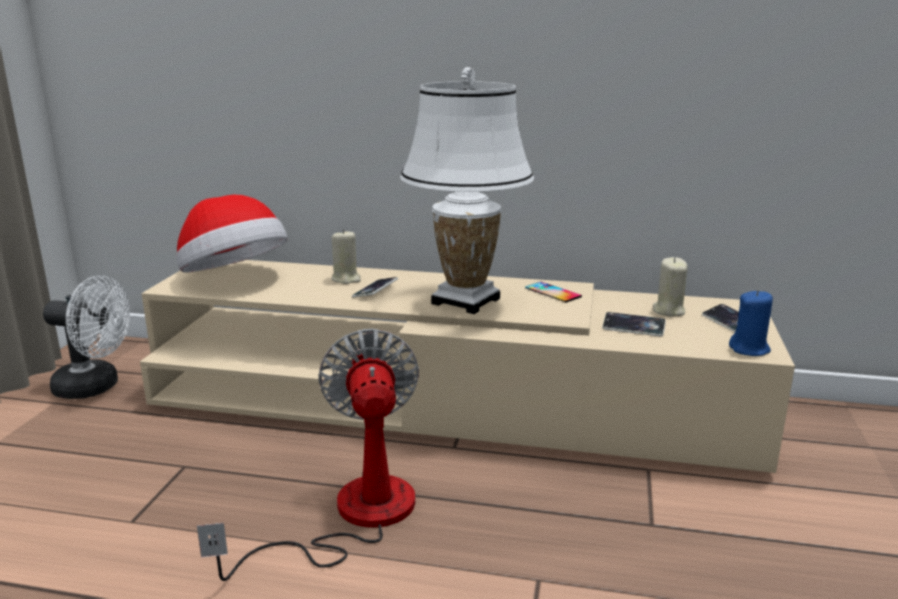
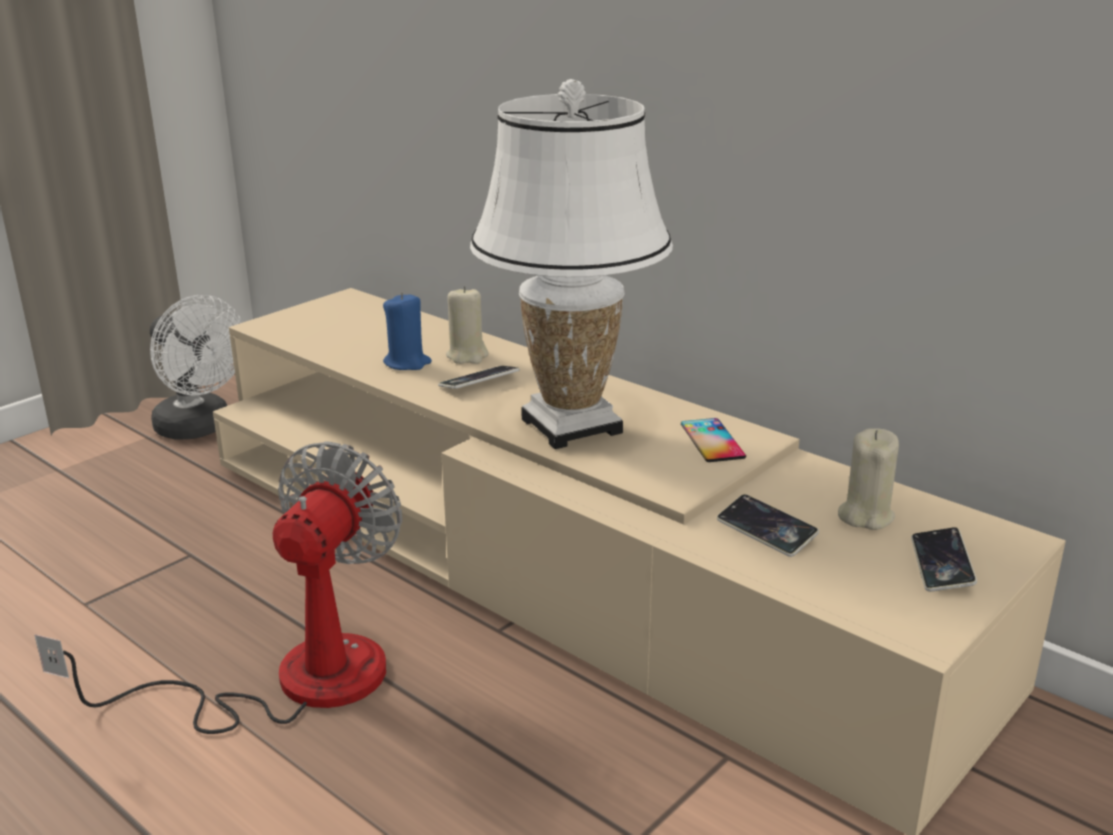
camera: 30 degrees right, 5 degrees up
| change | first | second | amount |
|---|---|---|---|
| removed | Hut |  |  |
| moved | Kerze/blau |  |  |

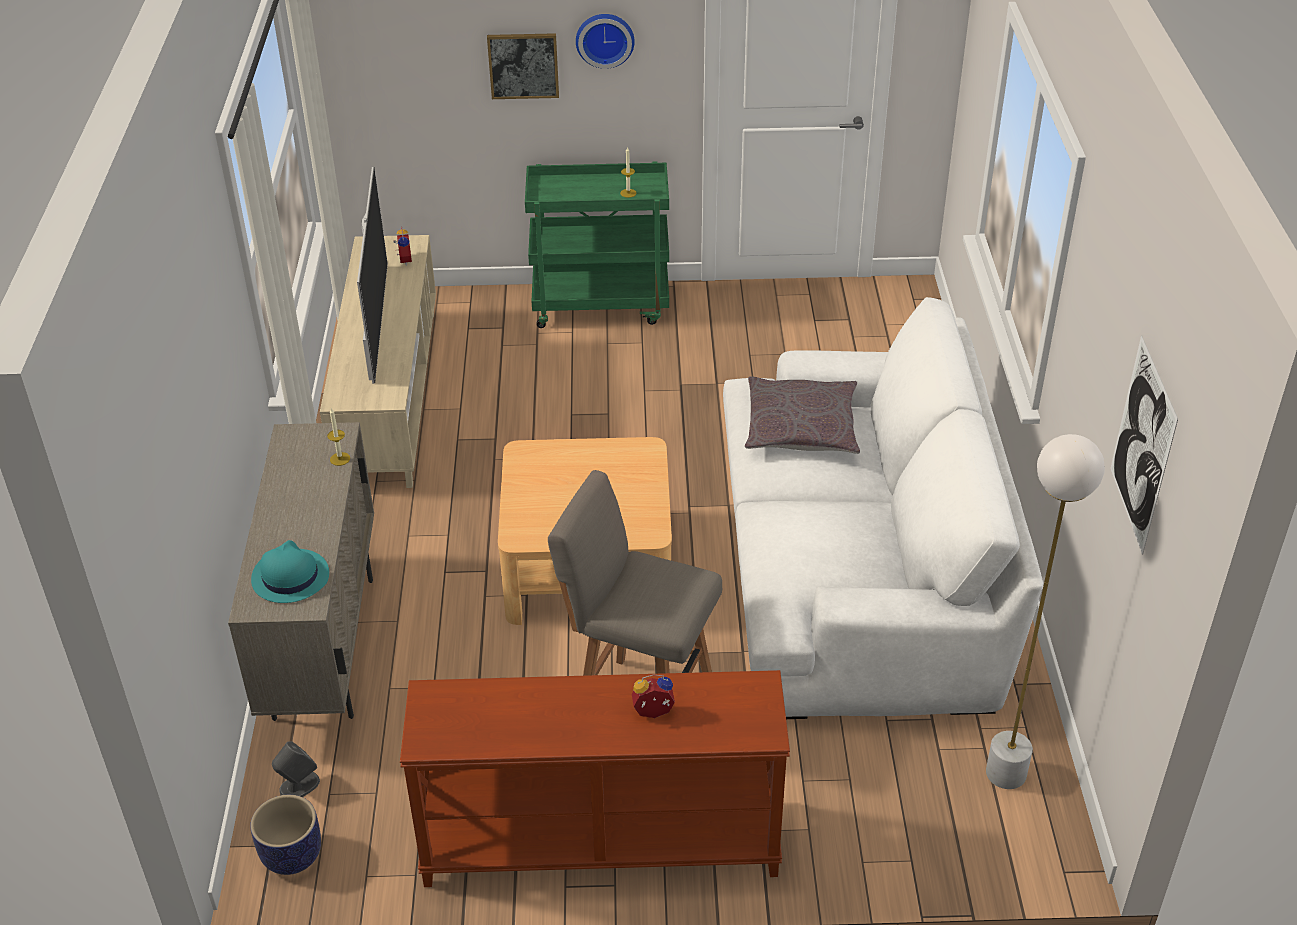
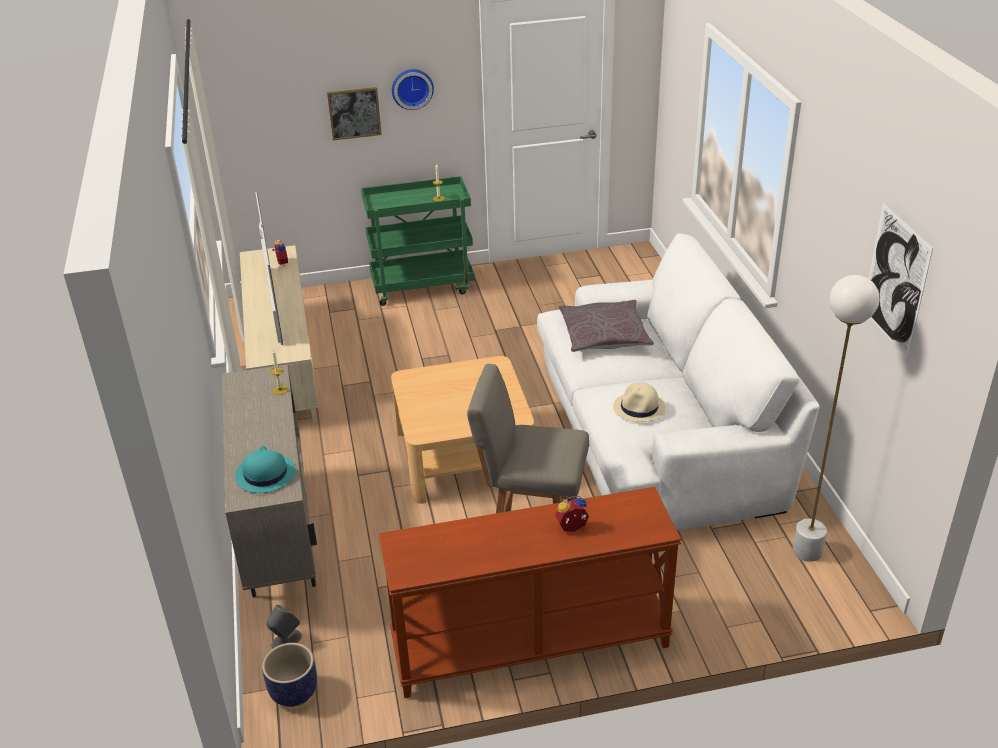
camera: 10 degrees left, 5 degrees down
| change | first | second | amount |
|---|---|---|---|
| added |  | Hut/beige |  |

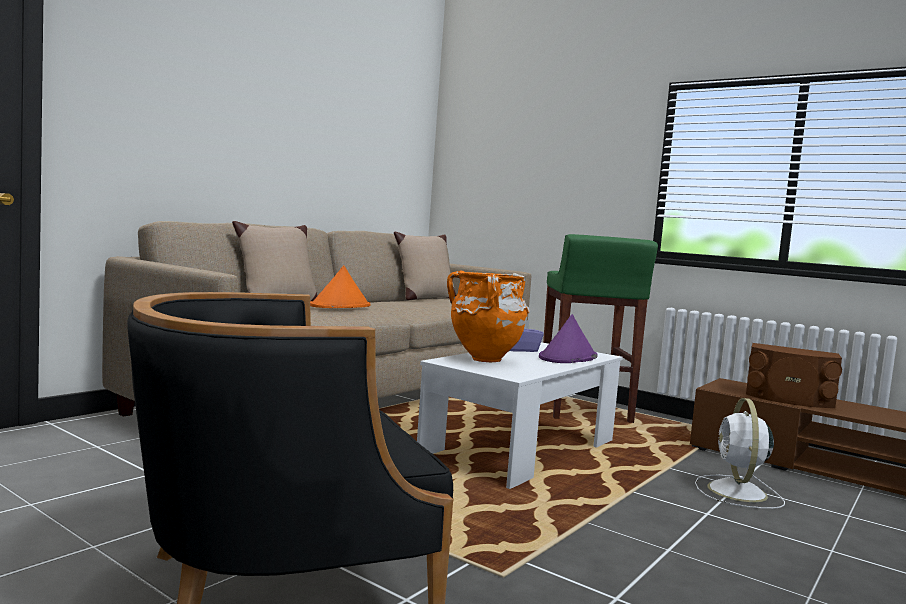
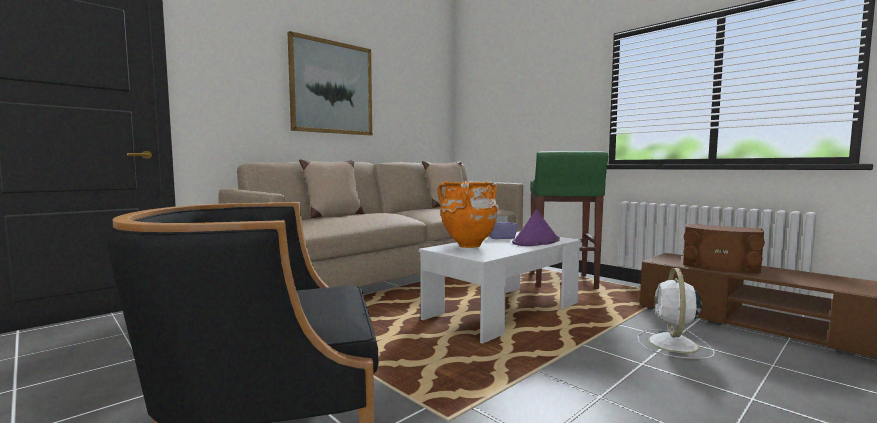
camera: 10 degrees right, 0 degrees up
| change | first | second | amount |
|---|---|---|---|
| removed | Hut/orange |  |  |
| added |  | Bild |  |

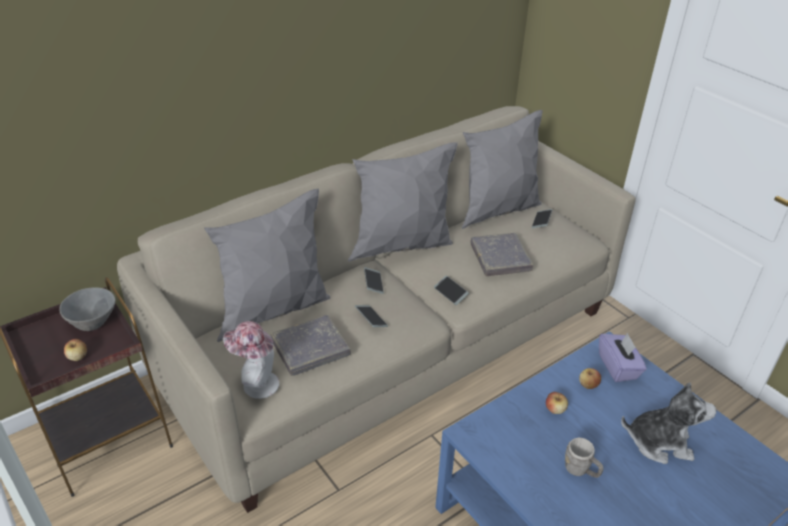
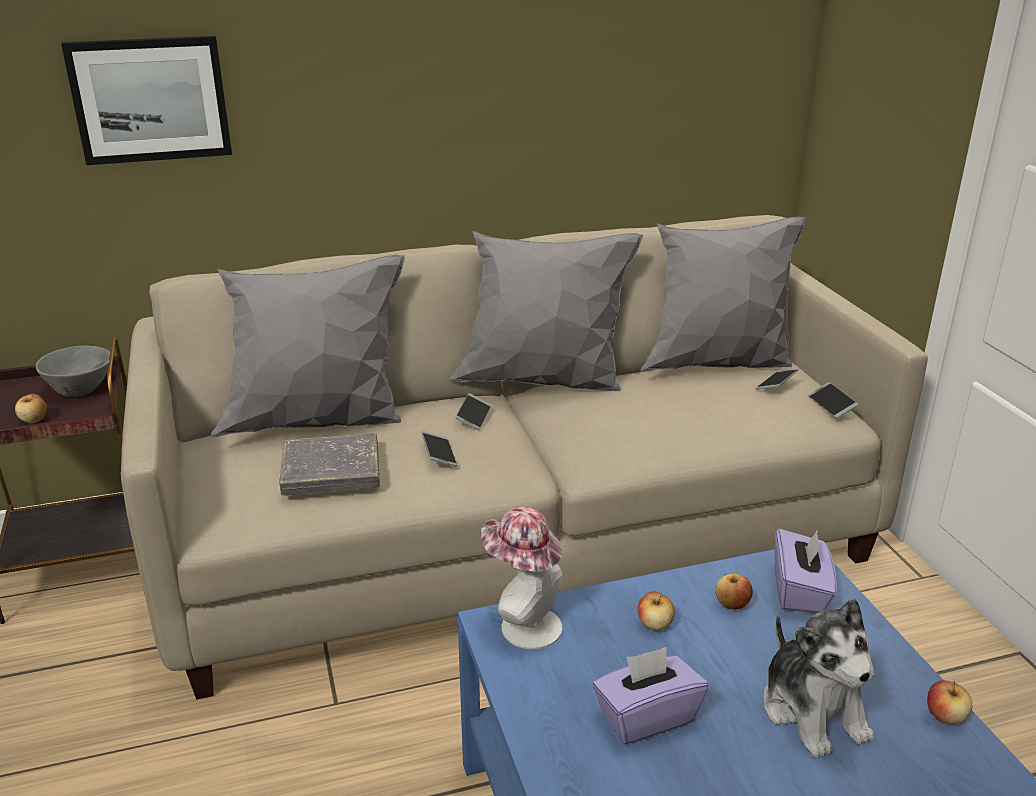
camera: 20 degrees right, 10 degrees down
| change | first | second | amount |
|---|---|---|---|
| removed | Buch/grau (2nd from left) |  |  |
| moved | Handy (3rd from left in the first image) | Handy (4th from left) |  |
| moved | Hut |  |  |
| turned | Plüschtier |  | 45 degrees clockwise |
| replaced | Henkelbecher/grau | Taschentuchbox/lila (1st from left) |  |
| added |  | Bild |  |
| added |  | Apfel (4th from left) |  |

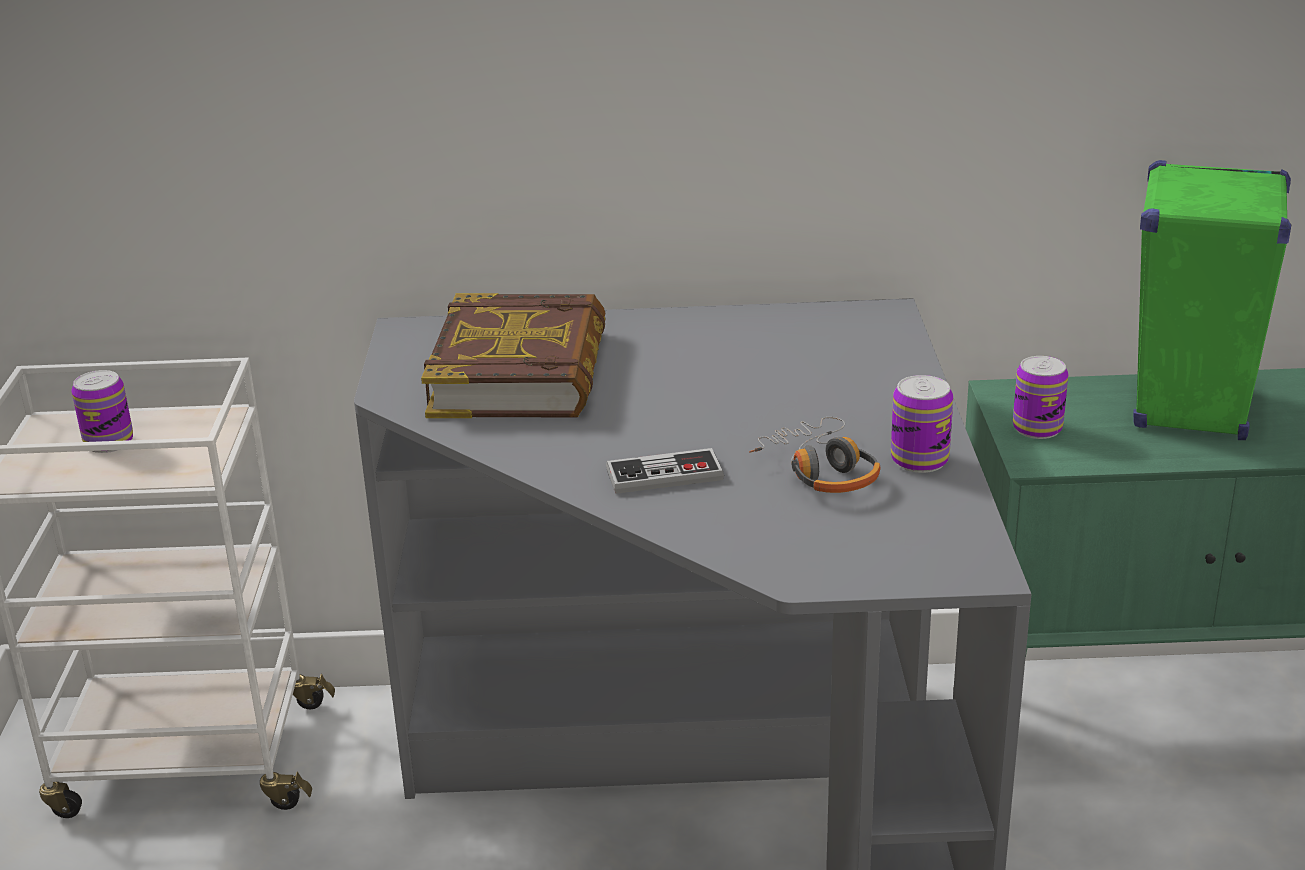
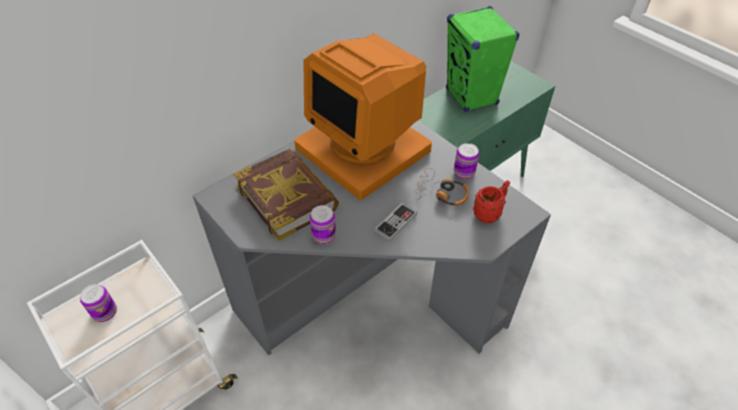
camera: 40 degrees left, 20 degrees up
| change | first | second | amount |
|---|---|---|---|
| moved | Dose (3rd from left in the first image) | Dose (2nd from left) |  |
| added |  | Monitor |  |
| added |  | Henkelbecher/rot |  |

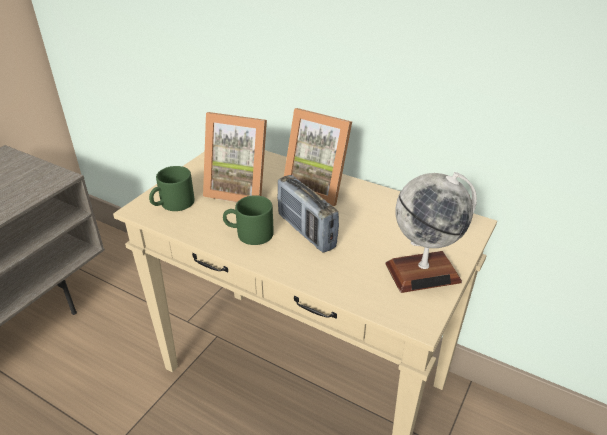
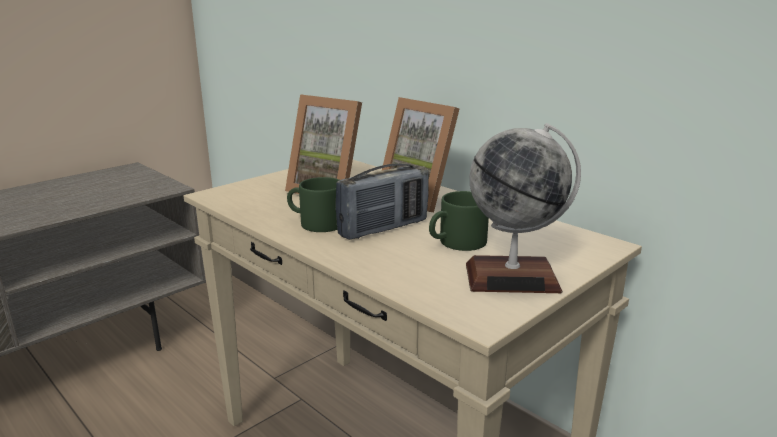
camera: 15 degrees right, 15 degrees down
| change | first | second | amount |
|---|---|---|---|
| moved | Henkelbecher/grün (1st from left in the first image) | Henkelbecher/grün (2nd from left) |  |
| turned | Radio |  | 105 degrees counterclockwise |

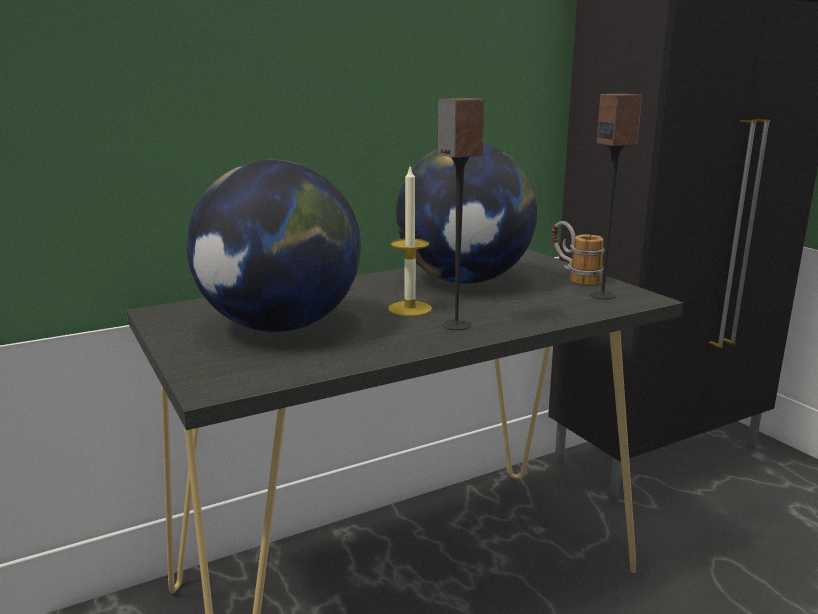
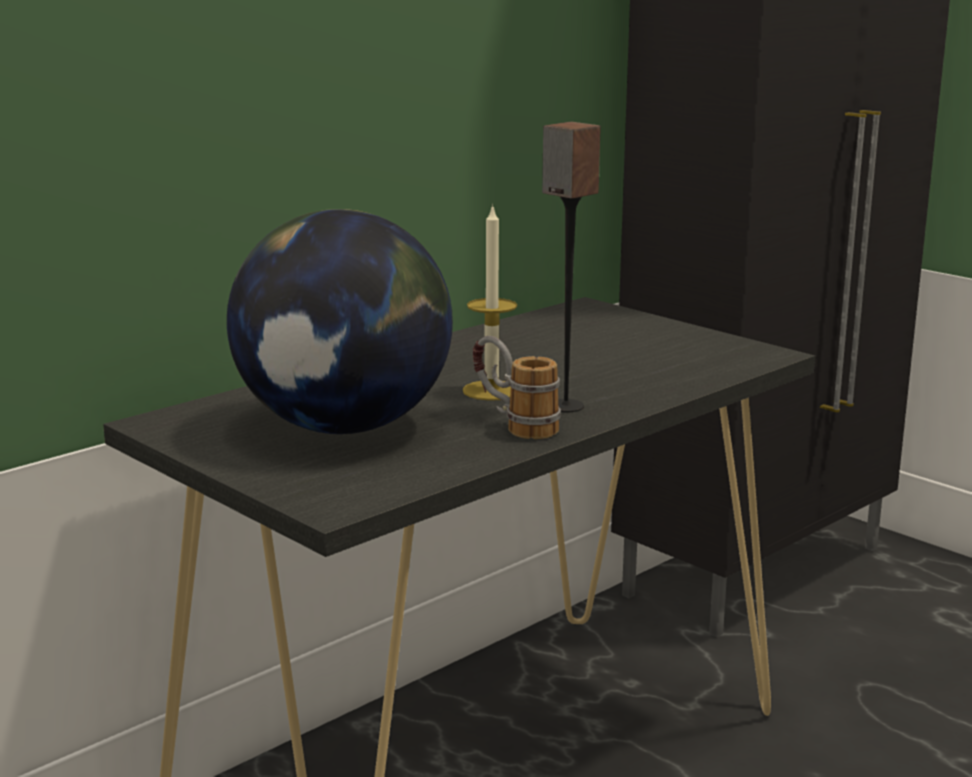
camera: 15 degrees left, 0 degrees up
| change | first | second | amount |
|---|---|---|---|
| removed | Lautsprecher (2nd from left) |  |  |
| removed | Globus (2nd from left) |  |  |
| moved | Henkelbecher |  |  |

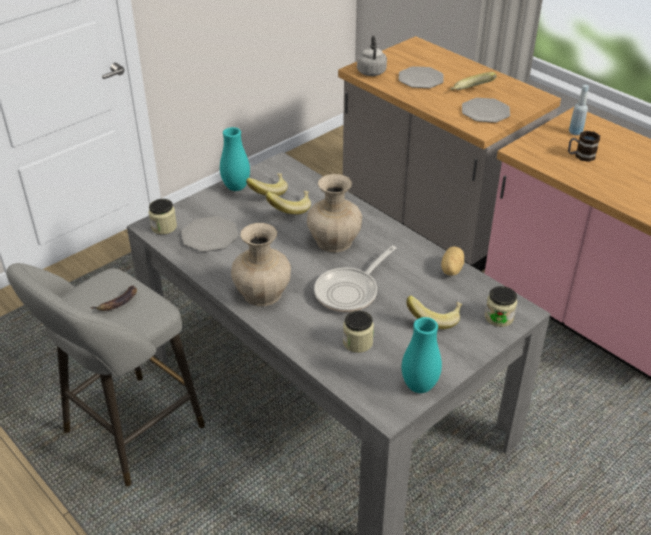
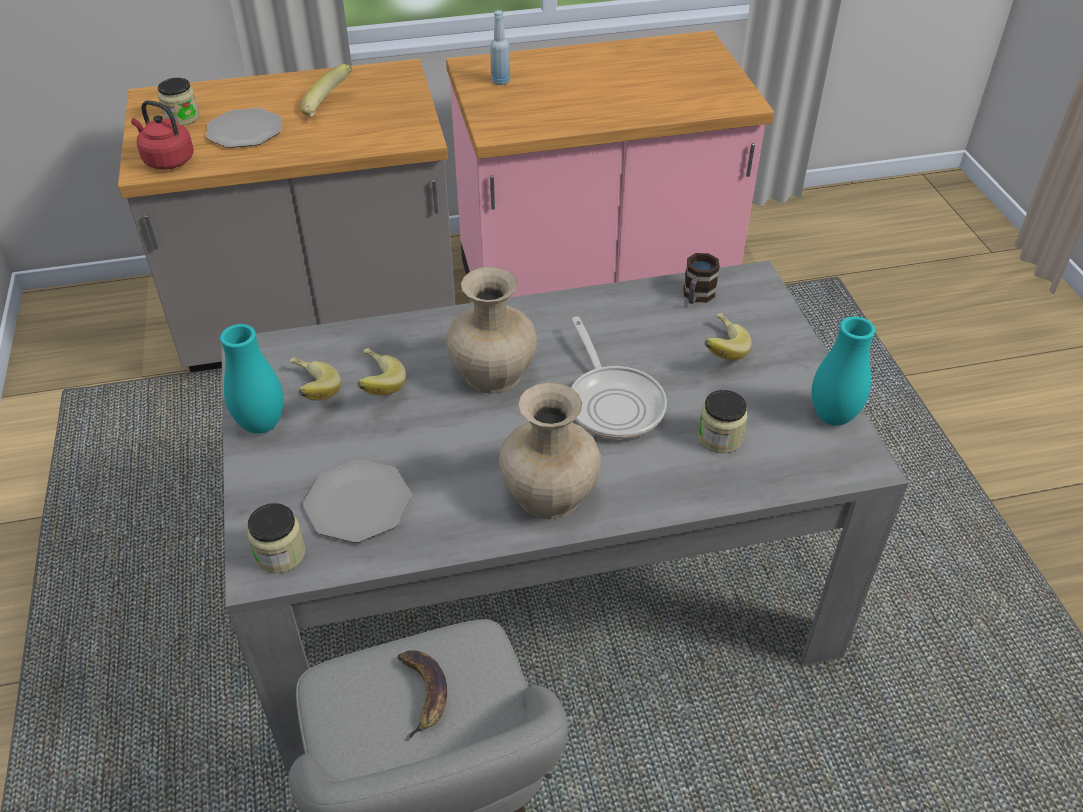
camera: 60 degrees left, 5 degrees up
| change | first | second | amount |
|---|---|---|---|
| recoloured | Wasserkessel/grau | Wasserkessel/rot |  |
| removed | Teller (3rd from left) |  |  |
| moved | Henkelbecher |  |  |
| removed | Kartoffel |  |  |
| moved | Vorratsglas (3rd from left in the first image) | Vorratsglas (1st from left) |  |

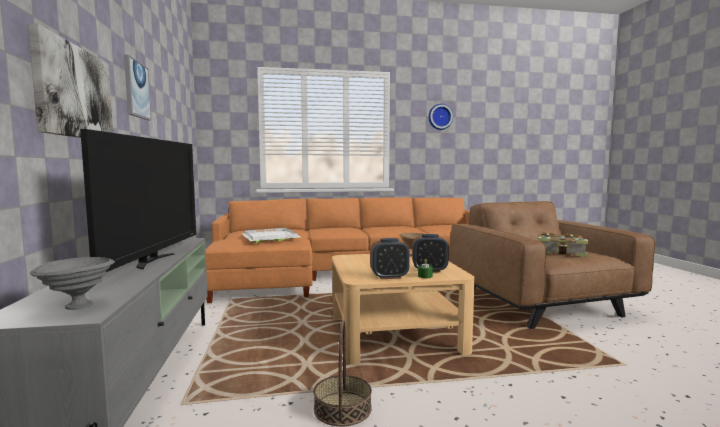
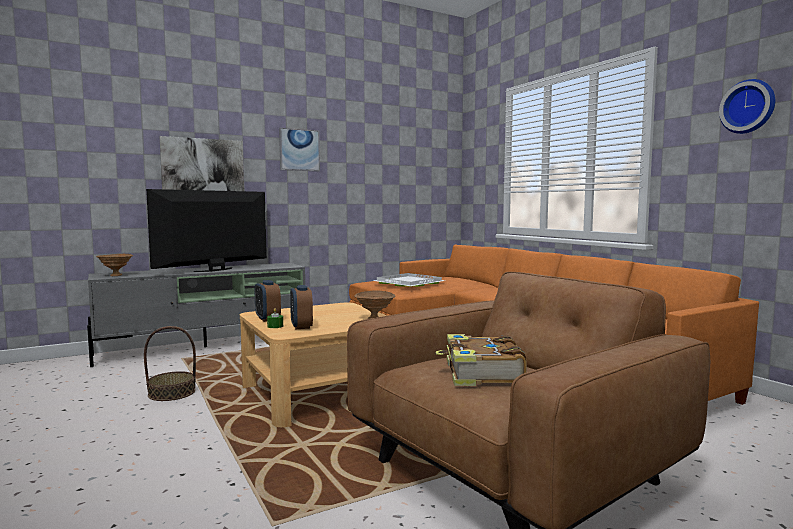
camera: 70 degrees right, 0 degrees up
| change | first | second | amount |
|---|---|---|---|
| turned | Fernseher |  | 150 degrees clockwise |
| recoloured | Schüssel/grau | Schüssel/braun (1st from left) |  |

